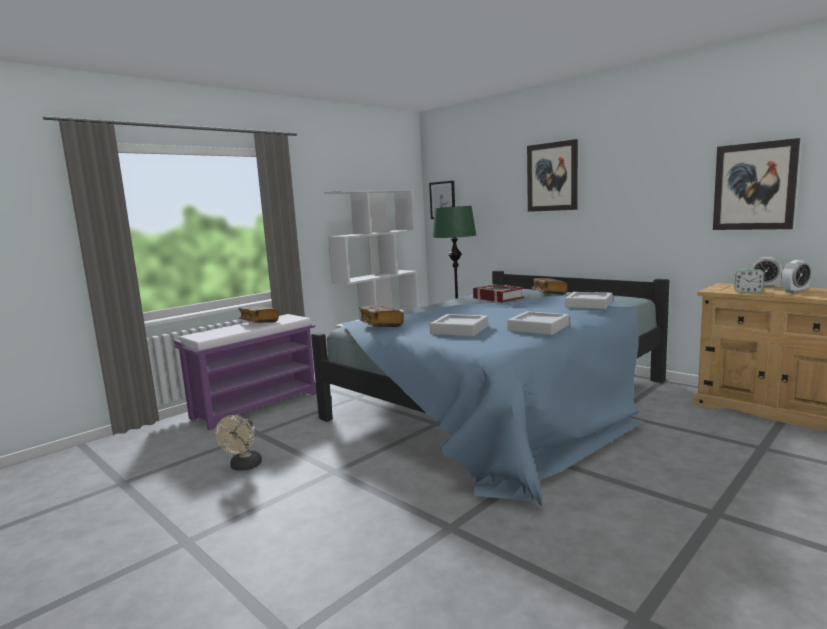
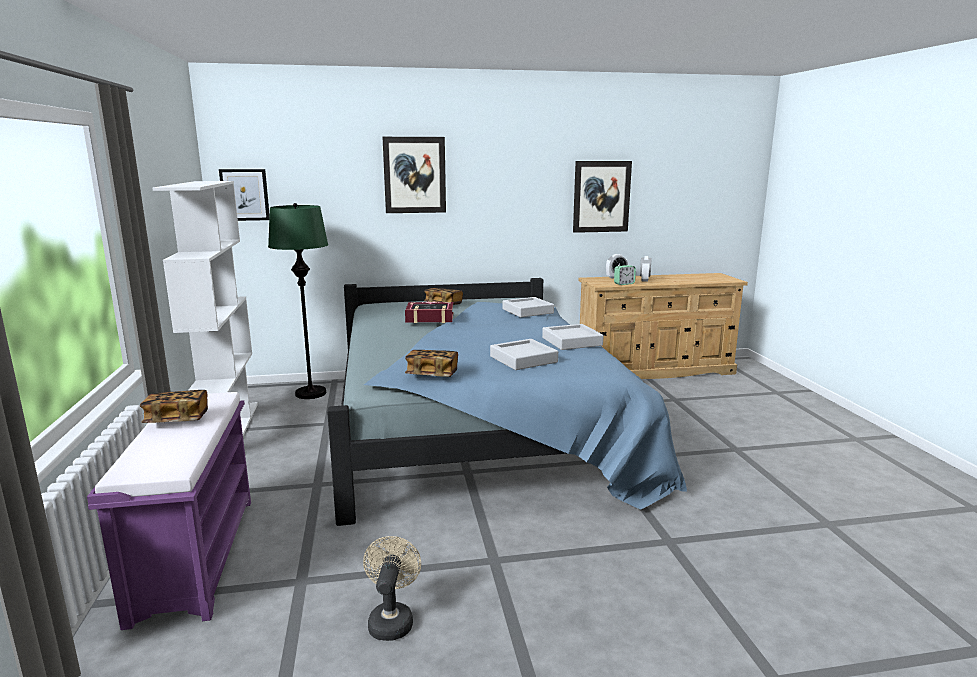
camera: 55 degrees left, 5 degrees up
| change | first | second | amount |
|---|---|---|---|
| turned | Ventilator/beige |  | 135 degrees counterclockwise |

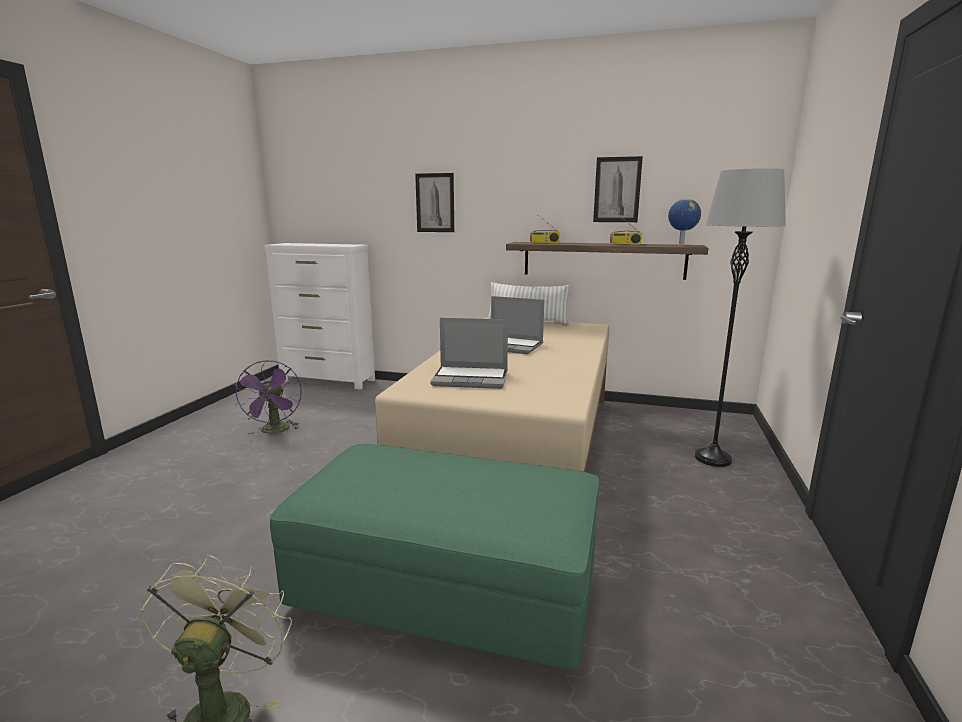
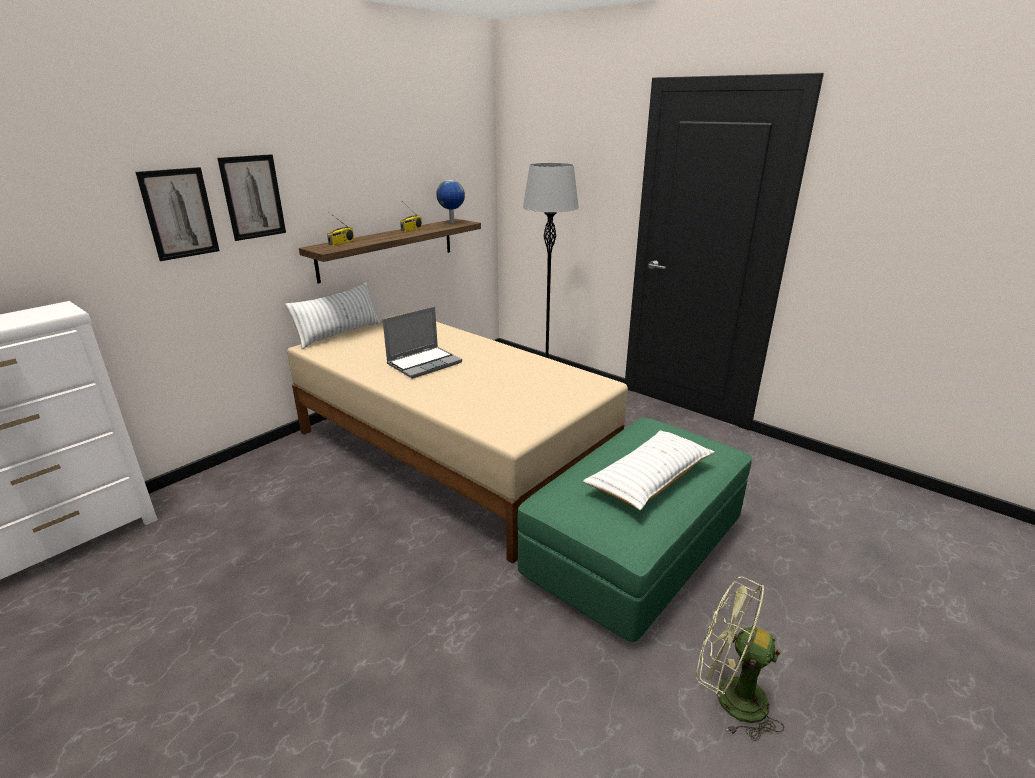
camera: 65 degrees left, 10 degrees up
| change | first | second | amount |
|---|---|---|---|
| moved | Bild (2nd from left) |  |  |
| removed | Laptop (1st from left) |  |  |
| removed | Ventilator/lila |  |  |
| added |  | Kissen/weiß (2nd from left) |  |

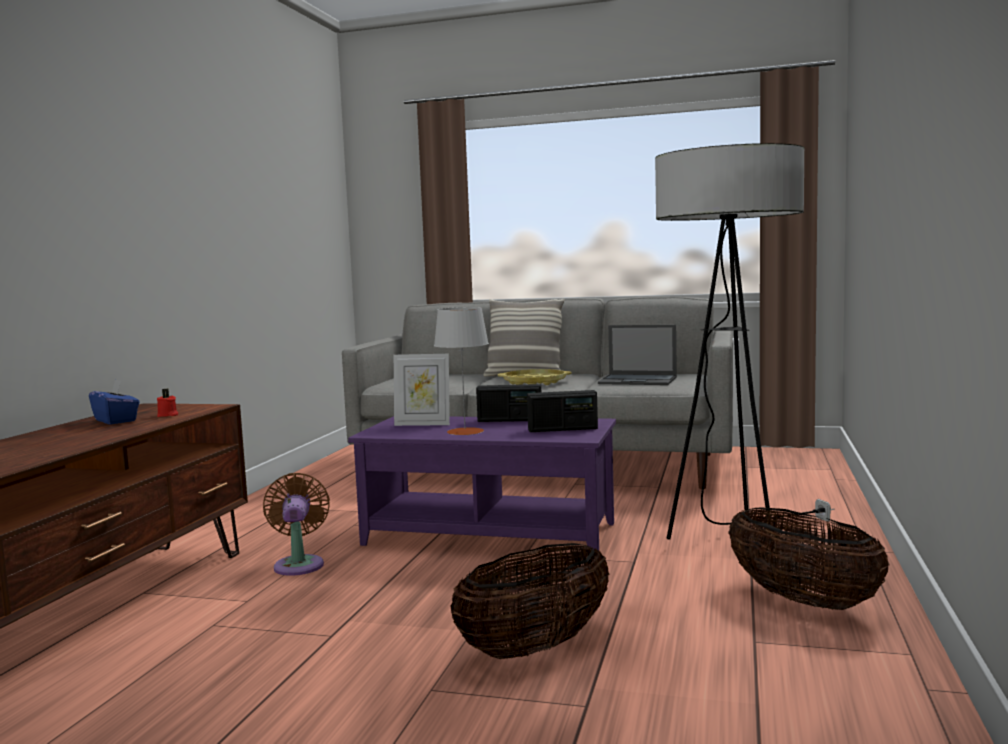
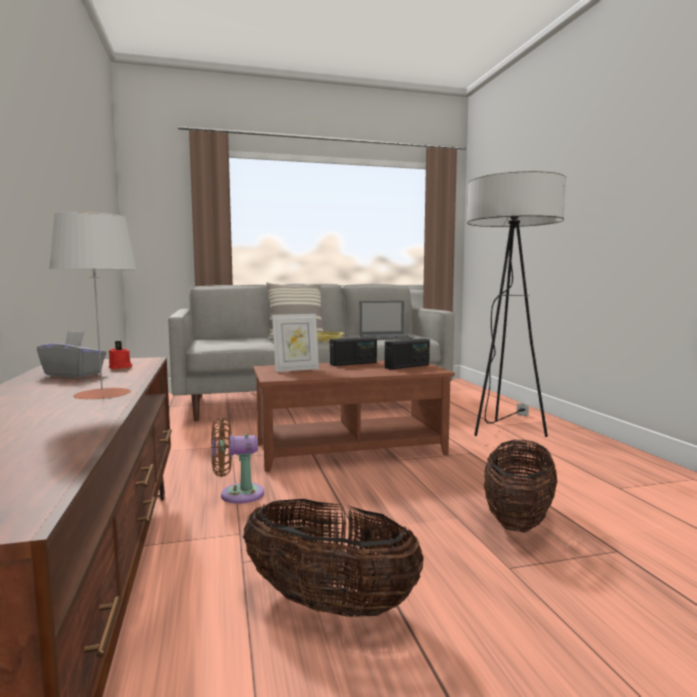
camera: 30 degrees left, 0 degrees up
| change | first | second | amount |
|---|---|---|---|
| moved | Tischlampe/grau |  |  |
| recoloured | Taschentuchbox/blau | Taschentuchbox/grau |  |
| recoloured | Couchtisch/lila | Couchtisch/braun |  |
| turned | Ventilator/braun |  | 60 degrees counterclockwise |
| moved | Korb (2nd from left in the first image) | Korb (1st from left) |  |

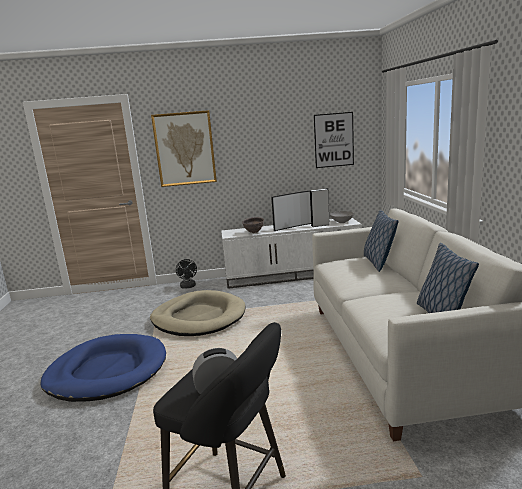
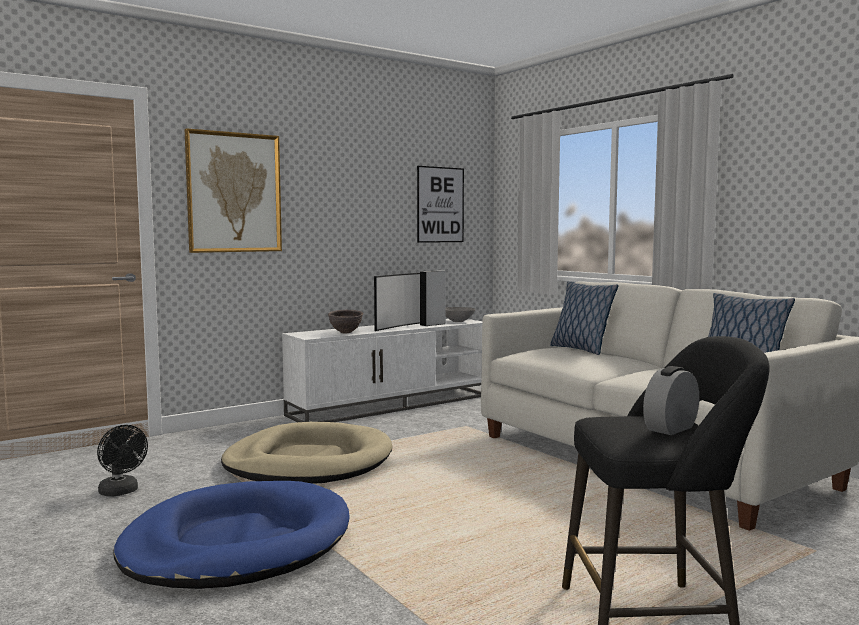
camera: 30 degrees left, 10 degrees down
| change | first | second | amount |
|---|---|---|---|
| moved | Ventilator/schwarz |  |  |

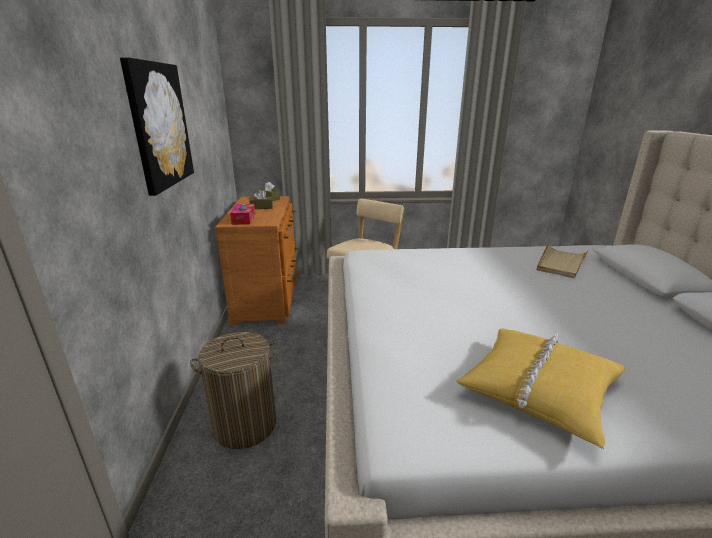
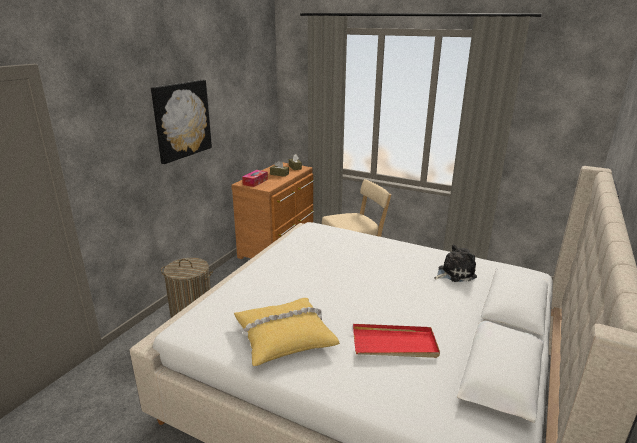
camera: 30 degrees right, 0 degrees up
| change | first | second | amount |
|---|---|---|---|
| replaced | Tablett/beige | Plüschtier |  |
| added |  | Tablett/rot |  |

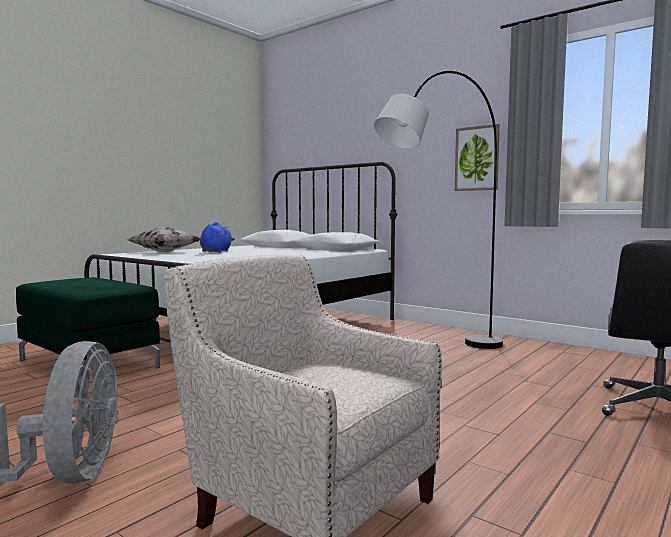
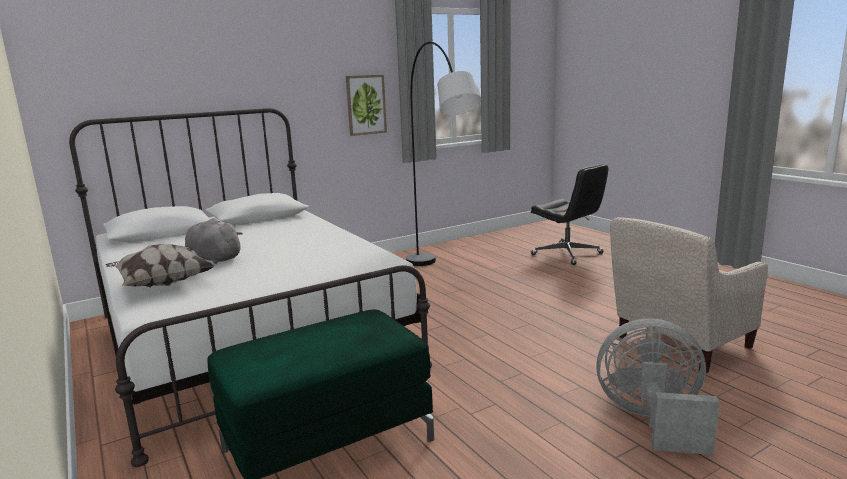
camera: 70 degrees left, 10 degrees up
| change | first | second | amount |
|---|---|---|---|
| recoloured | Plüschtier/blau | Plüschtier/grau |  |

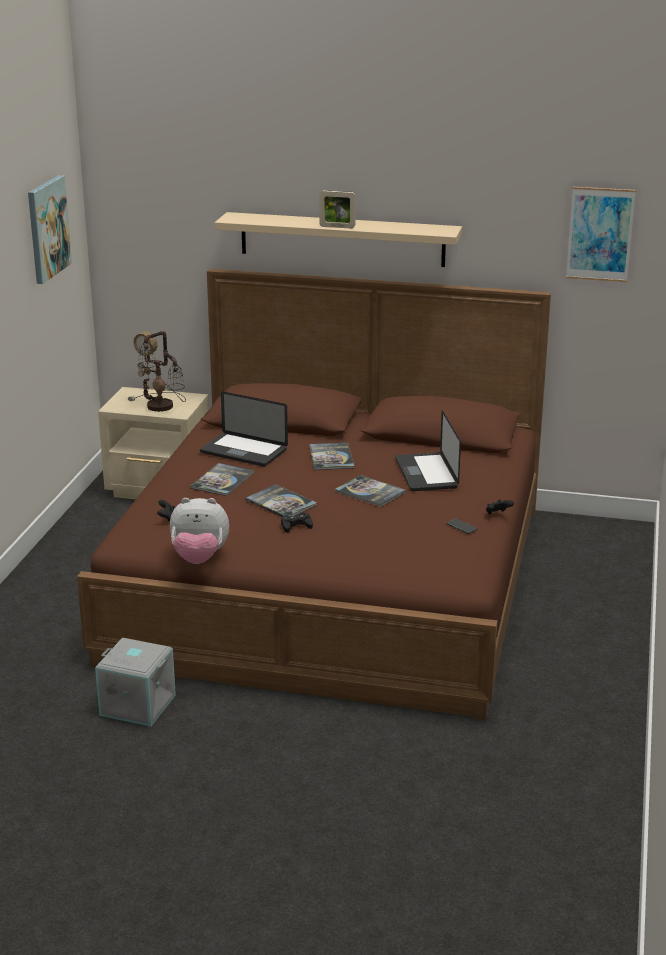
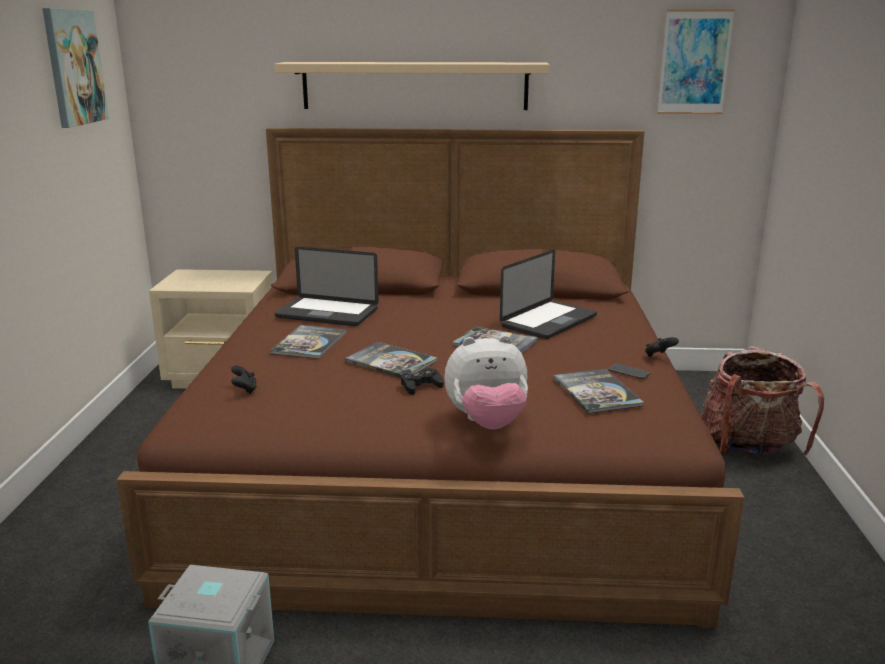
camera: 10 degrees left, 5 degrees down
| change | first | second | amount |
|---|---|---|---|
| removed | Bilderrahmen |  |  |
| removed | Tischlampe |  |  |
| turned | Laptop (2nd from left) |  | 120 degrees counterclockwise |
| moved | Buch (3rd from left in the first image) | Buch (4th from left) |  |
| moved | Plüschtier |  |  |
| added |  | Rucksack |  |

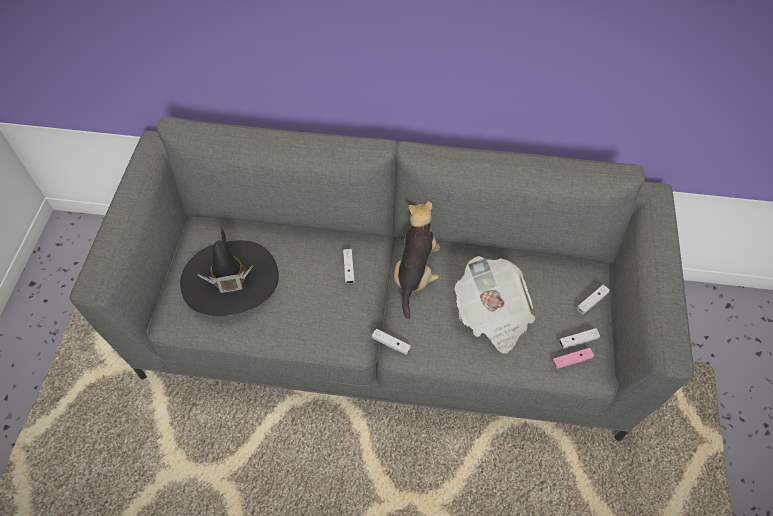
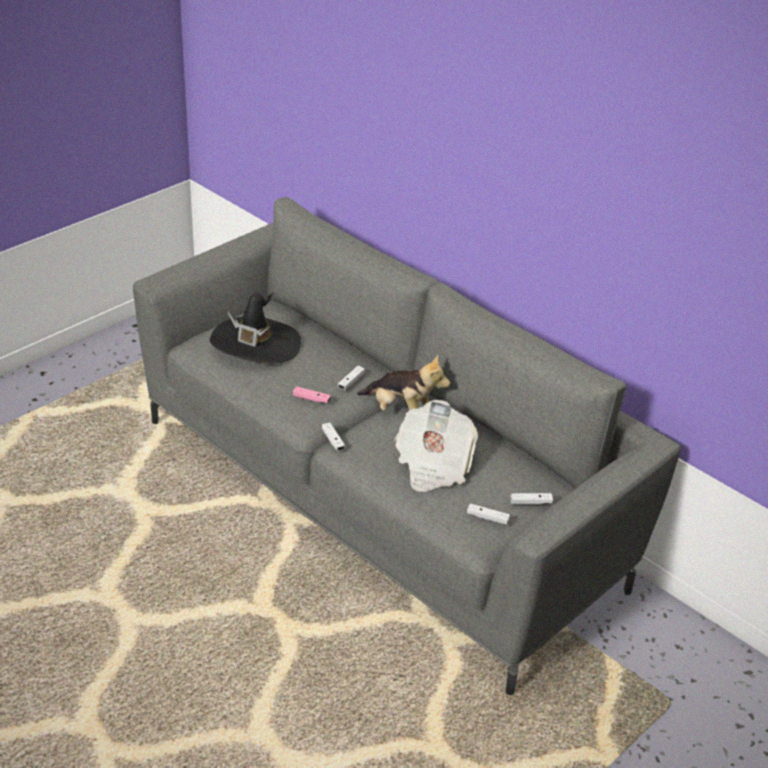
camera: 35 degrees right, 20 degrees down
| change | first | second | amount |
|---|---|---|---|
| turned | Plüschtier |  | 75 degrees clockwise |
| moved | Gamepad/rosa |  |  |

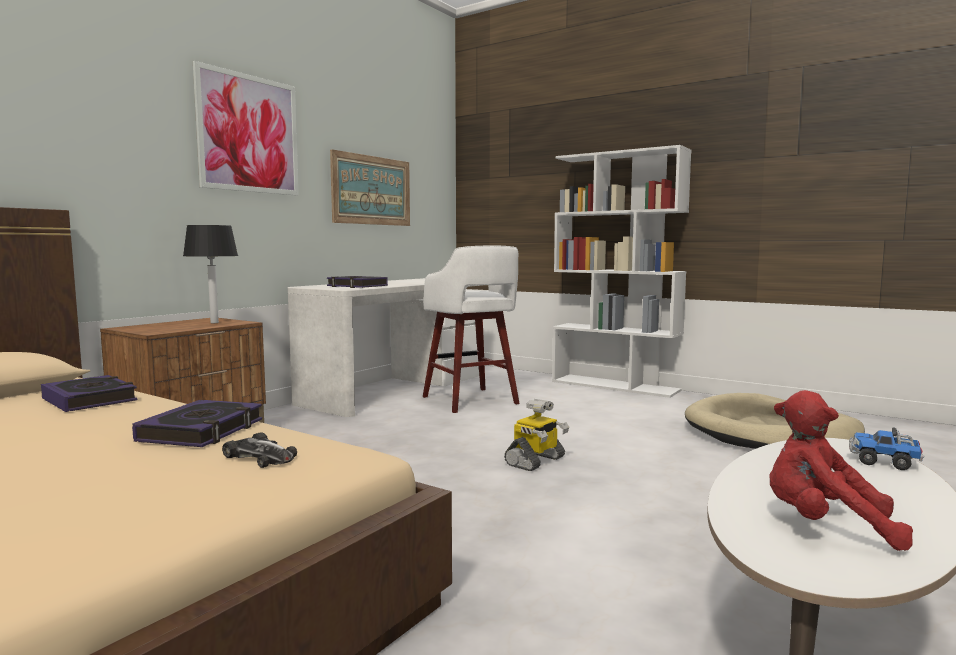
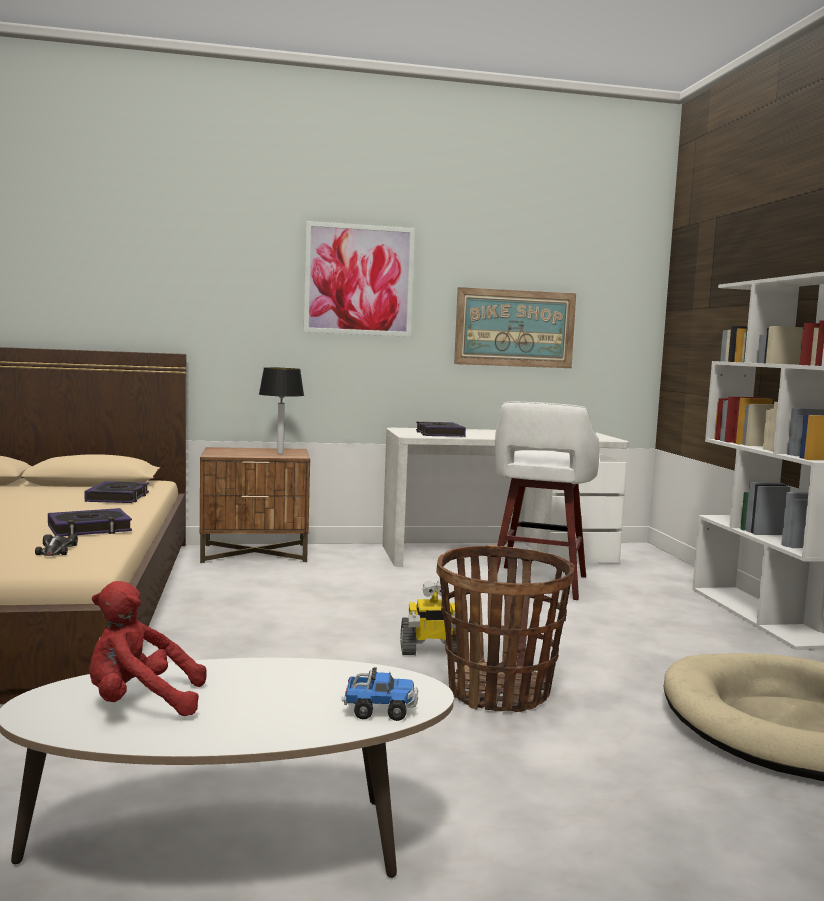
camera: 45 degrees right, 0 degrees up
| change | first | second | amount |
|---|---|---|---|
| turned | Plüschtier/rot |  | 75 degrees counterclockwise |
| turned | Spielzeuglaster |  | 105 degrees clockwise |
| added |  | Korb |  |

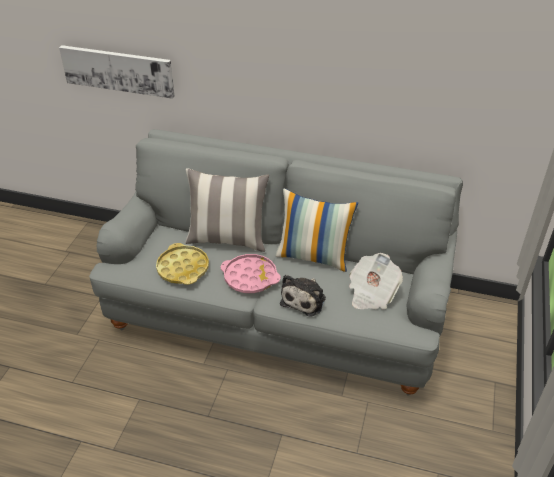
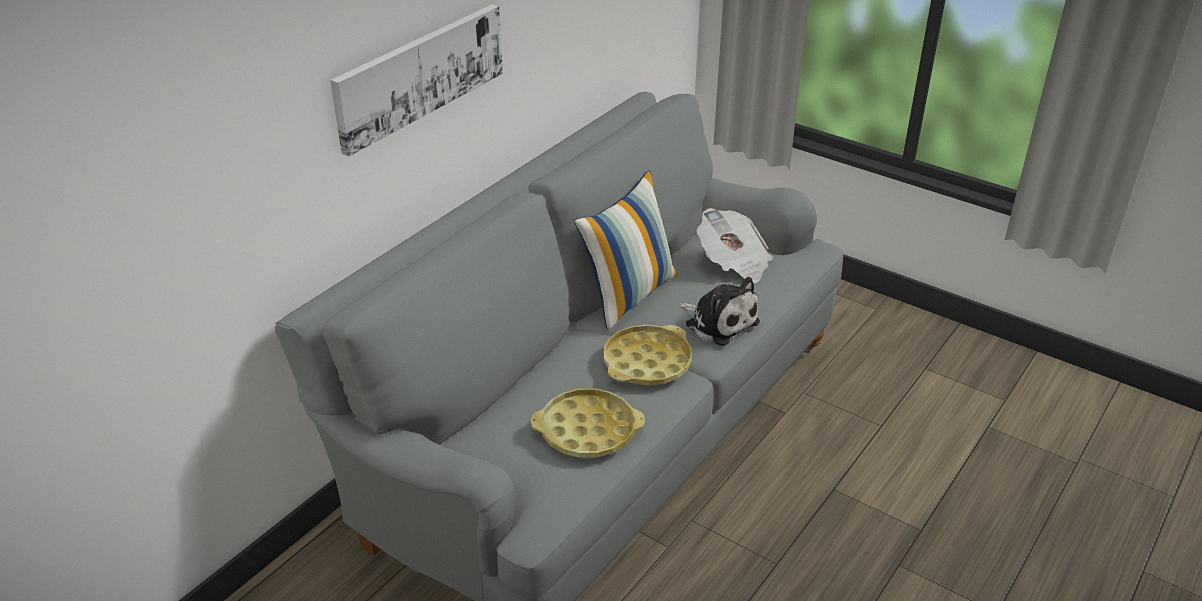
camera: 70 degrees left, 5 degrees down
| change | first | second | amount |
|---|---|---|---|
| moved | Bild |  |  |
| removed | Kissen (1st from left) |  |  |
| recoloured | Tablett/rosa | Tablett/gelb (2nd from left) |  |

